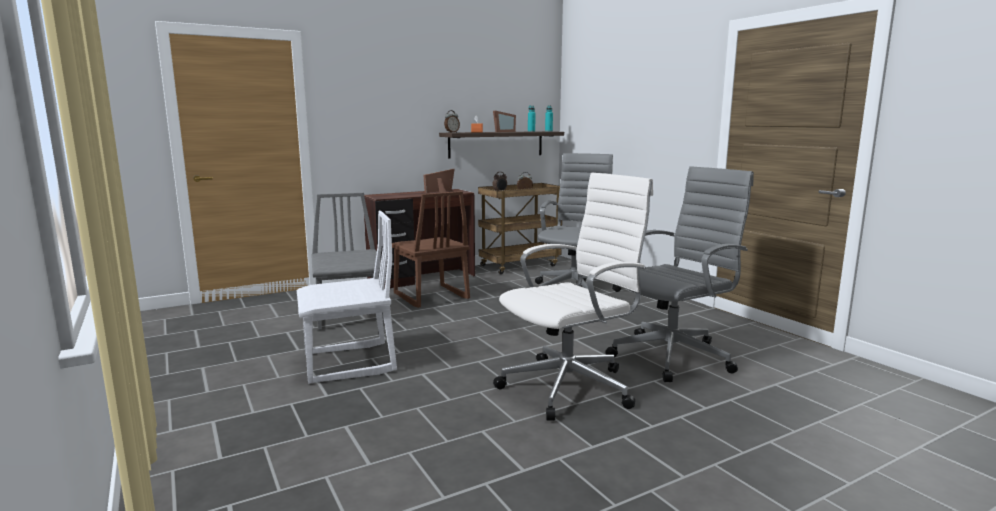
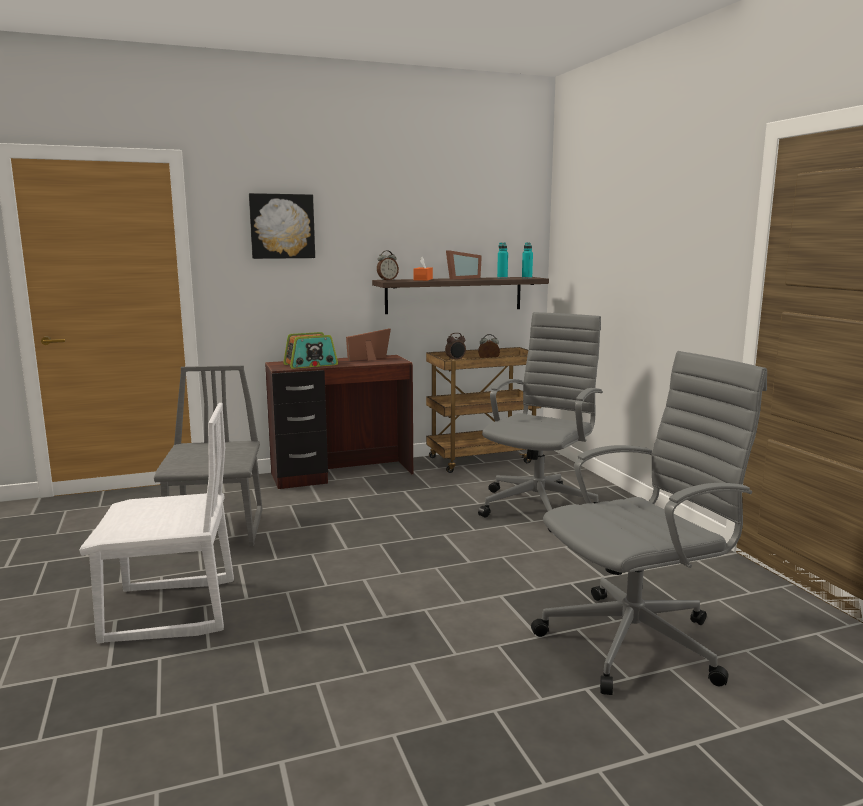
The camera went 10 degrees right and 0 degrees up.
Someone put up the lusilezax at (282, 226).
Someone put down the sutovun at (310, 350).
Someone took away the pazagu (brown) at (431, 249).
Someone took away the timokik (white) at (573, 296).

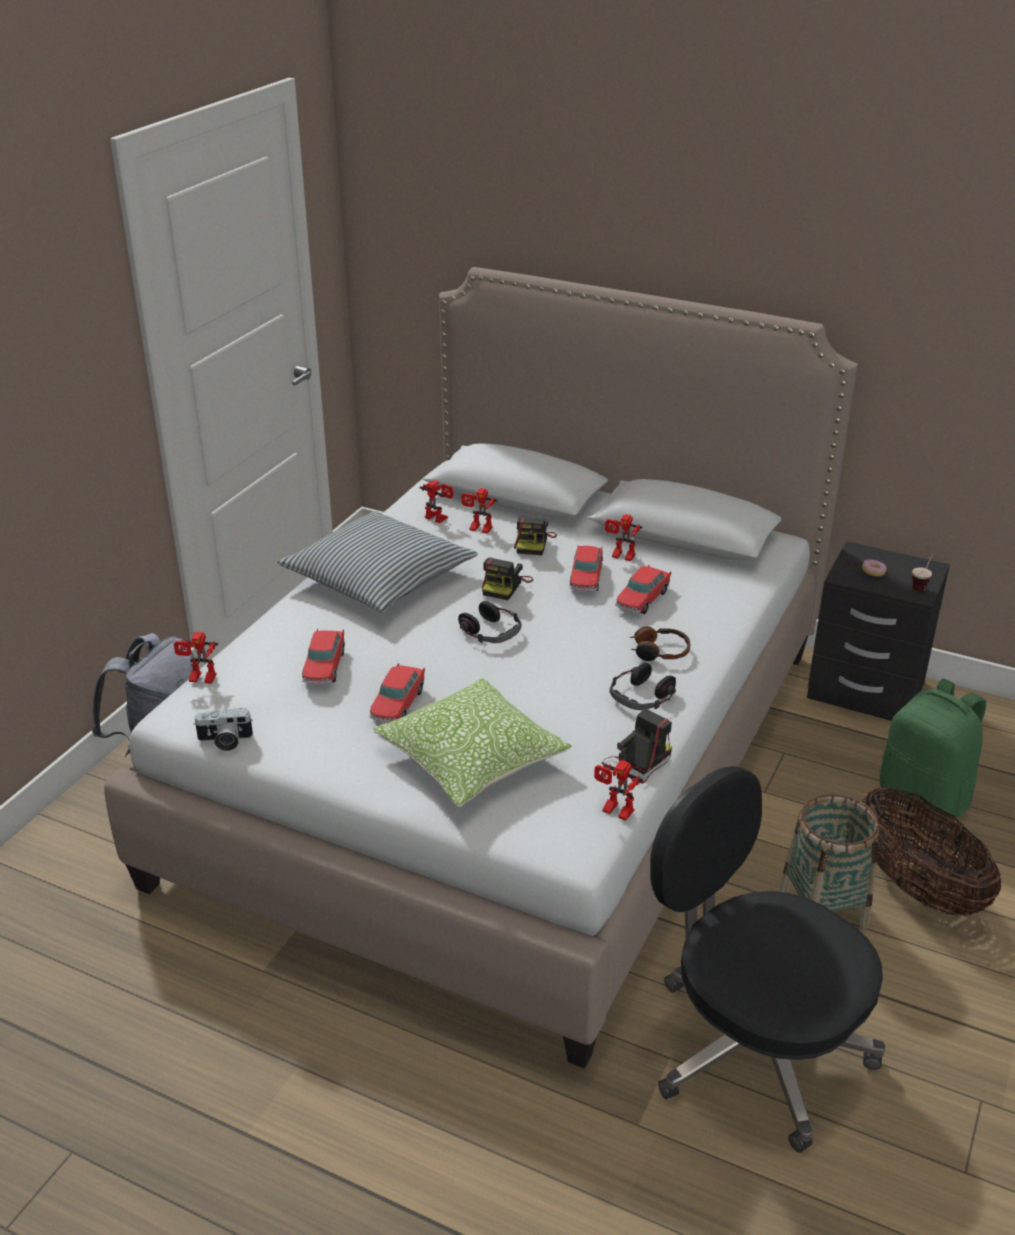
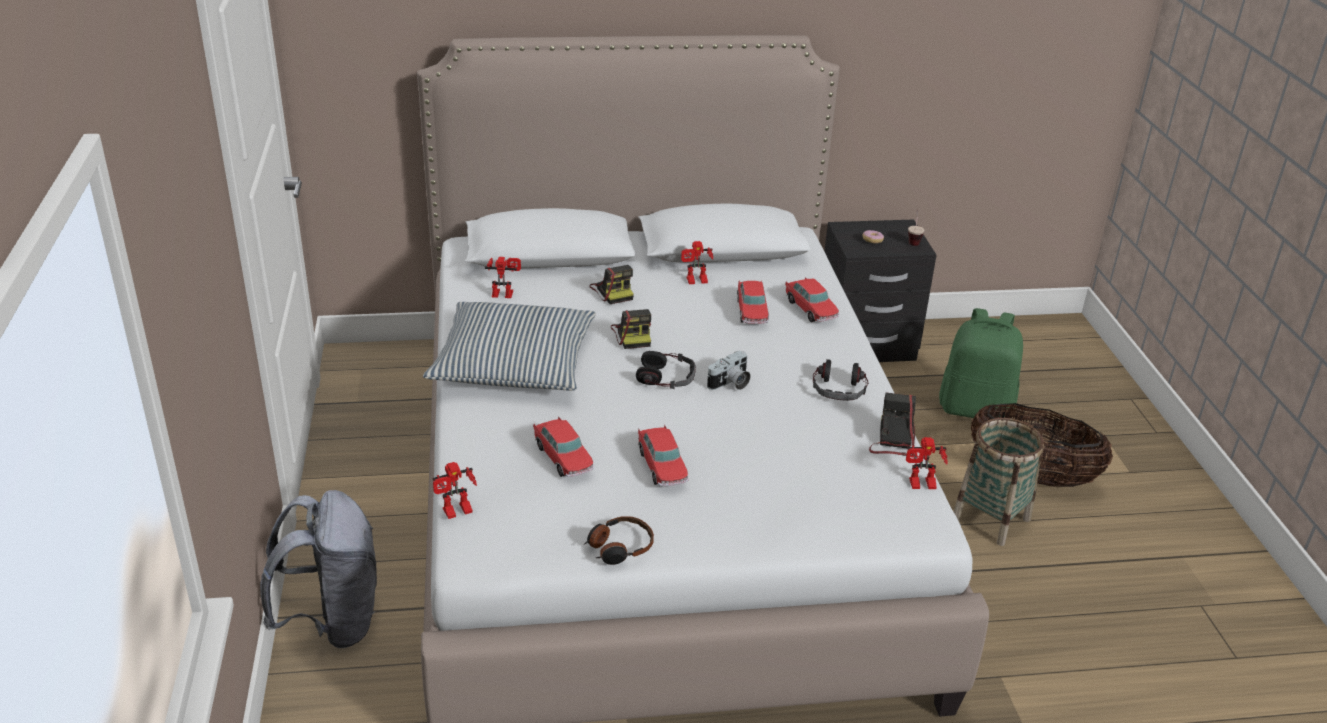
The camera went 35 degrees left and 0 degrees up.
Someone carried the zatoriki from (660, 643) to (619, 540).
Someone carried the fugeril from (223, 729) to (729, 370).
Someone carried the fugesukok from (586, 568) to (812, 299).
Someone took away the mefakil at (472, 742).
Someone took away the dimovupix at (479, 511).
Someone took away the timokik (black) at (768, 959).

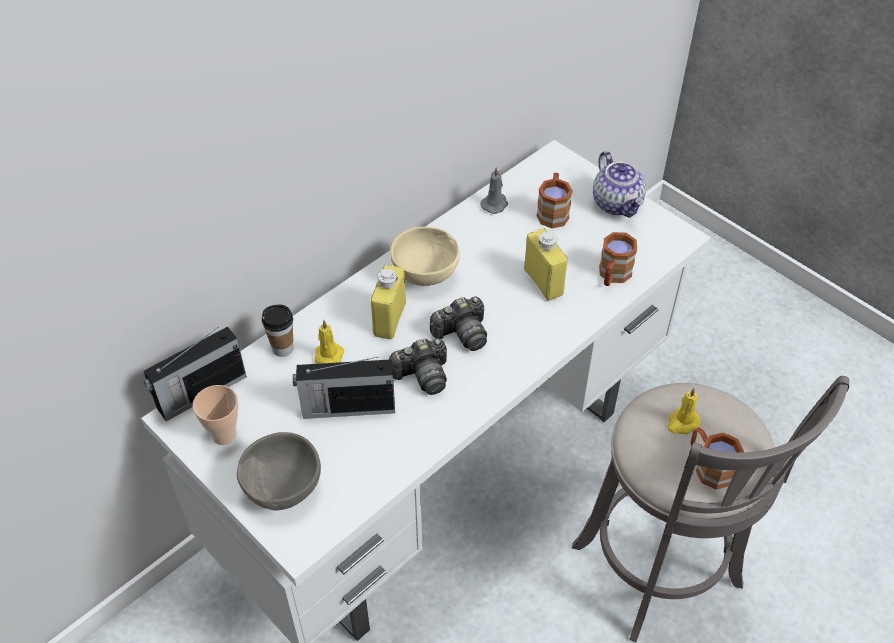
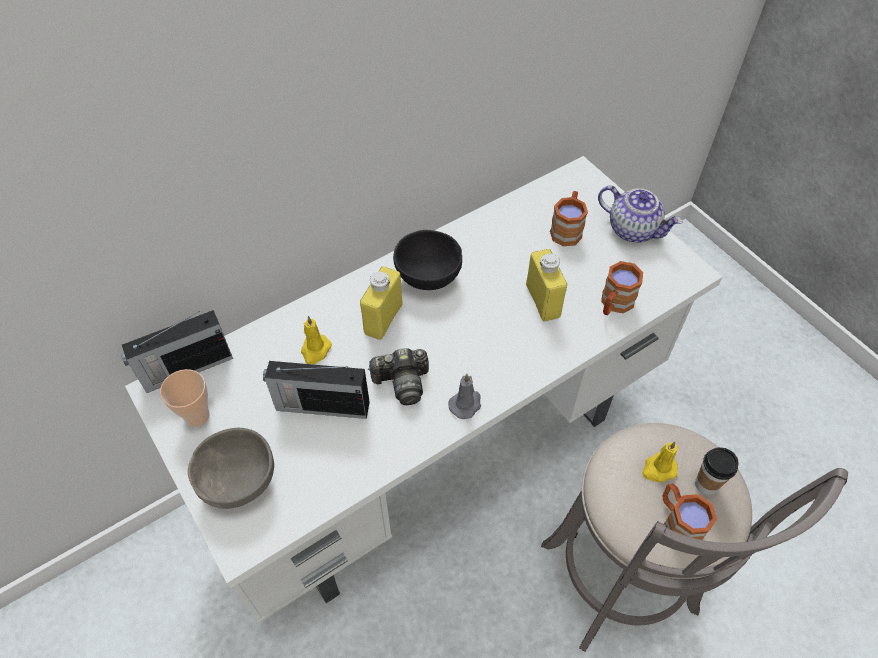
The camera went 10 degrees right and 5 degrees up.
Someone repainted the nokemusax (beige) at (425, 256), which became the nokemusax (black) at (427, 260).
Someone carried the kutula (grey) from (494, 190) to (464, 396).
Someone rotated the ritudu at (619, 184) by 45 degrees counterclockwise.
Someone carried the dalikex from (278, 330) to (716, 471).
Someone took away the fugeril at (458, 323).

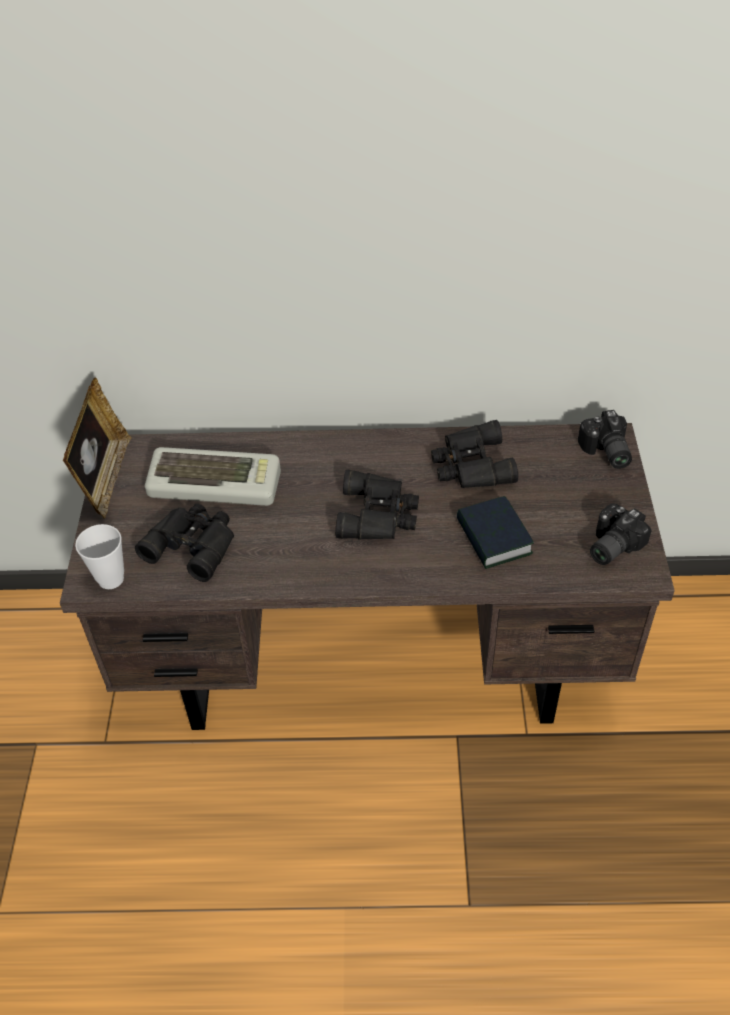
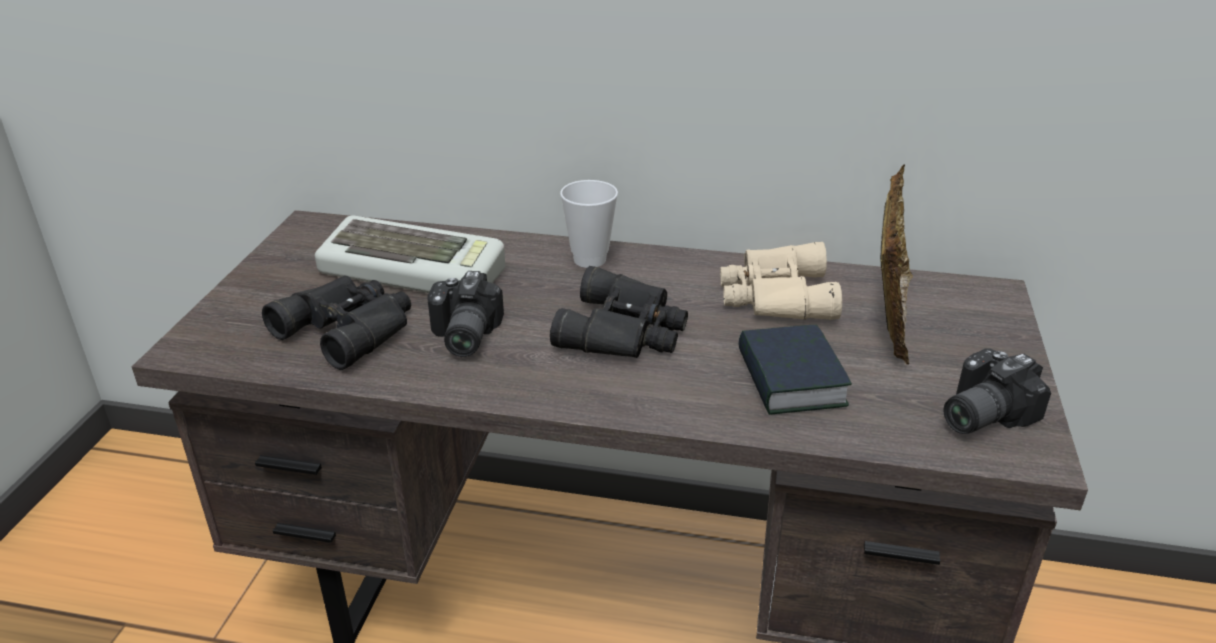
The camera went 10 degrees right and 15 degrees down.
Someone carried the fugeril from (605, 439) to (465, 314).
Someone carried the dalikex from (99, 556) to (589, 224).
Someone repainted the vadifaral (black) at (474, 454), which became the vadifaral (beige) at (781, 281).
Someone carried the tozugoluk from (97, 448) to (896, 264).

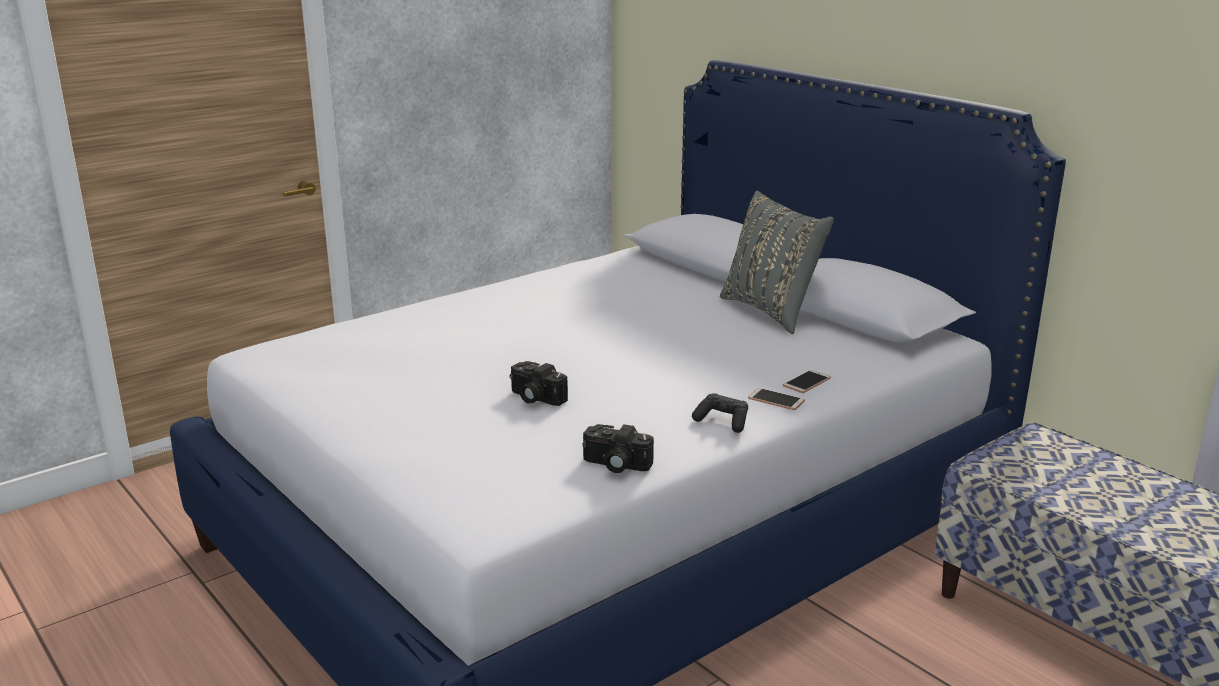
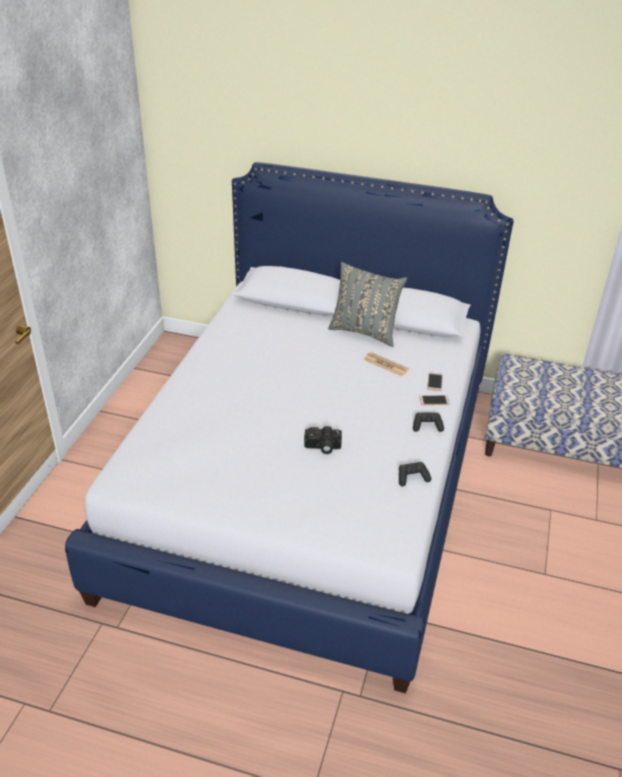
The camera went 35 degrees left and 15 degrees up.
Someone put down the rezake at (386, 364).
Someone swapped the fugeril at (618, 448) for the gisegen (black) at (415, 474).

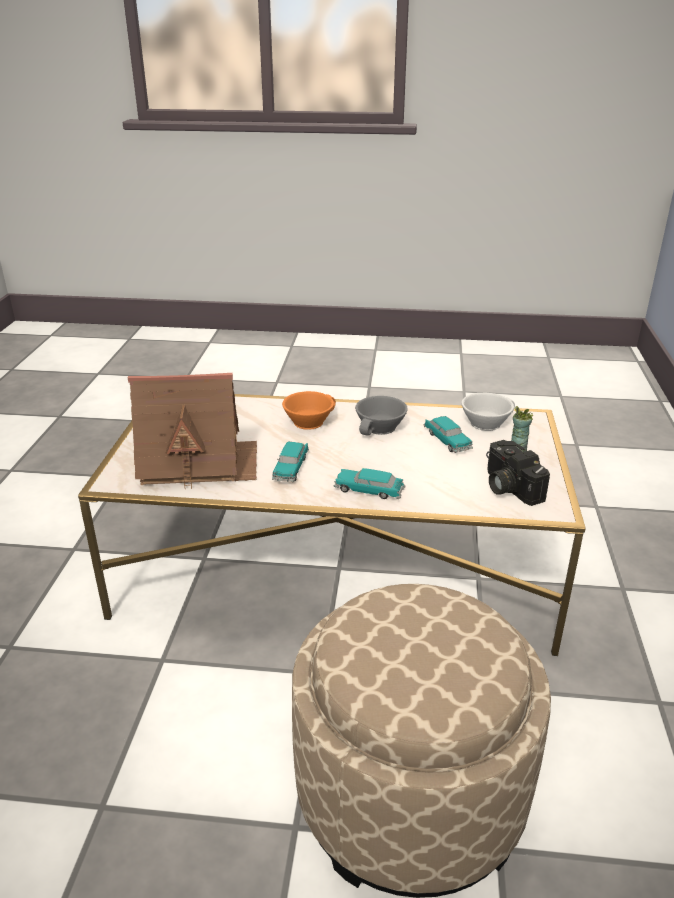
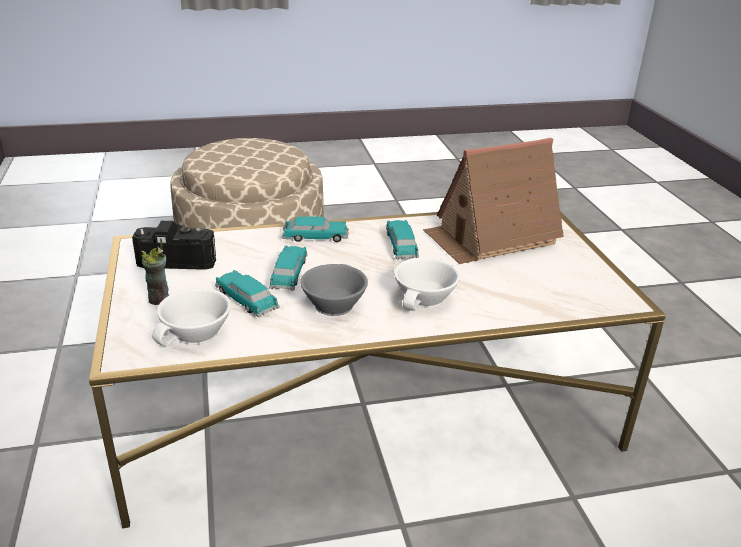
The camera went 160 degrees right and 0 degrees up.
Someone rotated the fugeril at (518, 473) by 45 degrees counterclockwise.
Someone put down the fugesukok at (288, 268).
Someone repainted the dalikex (orange) at (309, 410), which became the dalikex (white) at (427, 284).

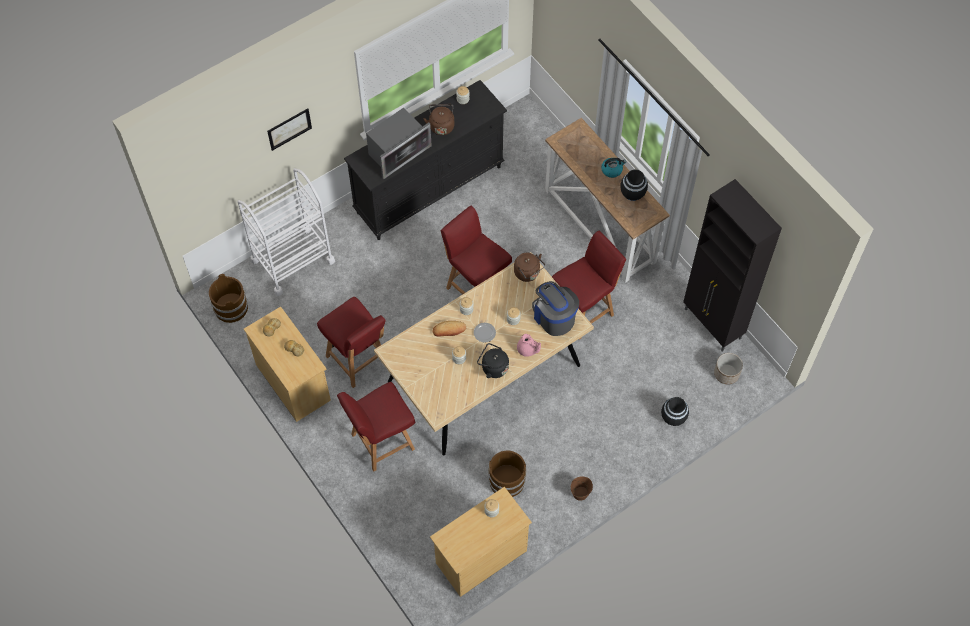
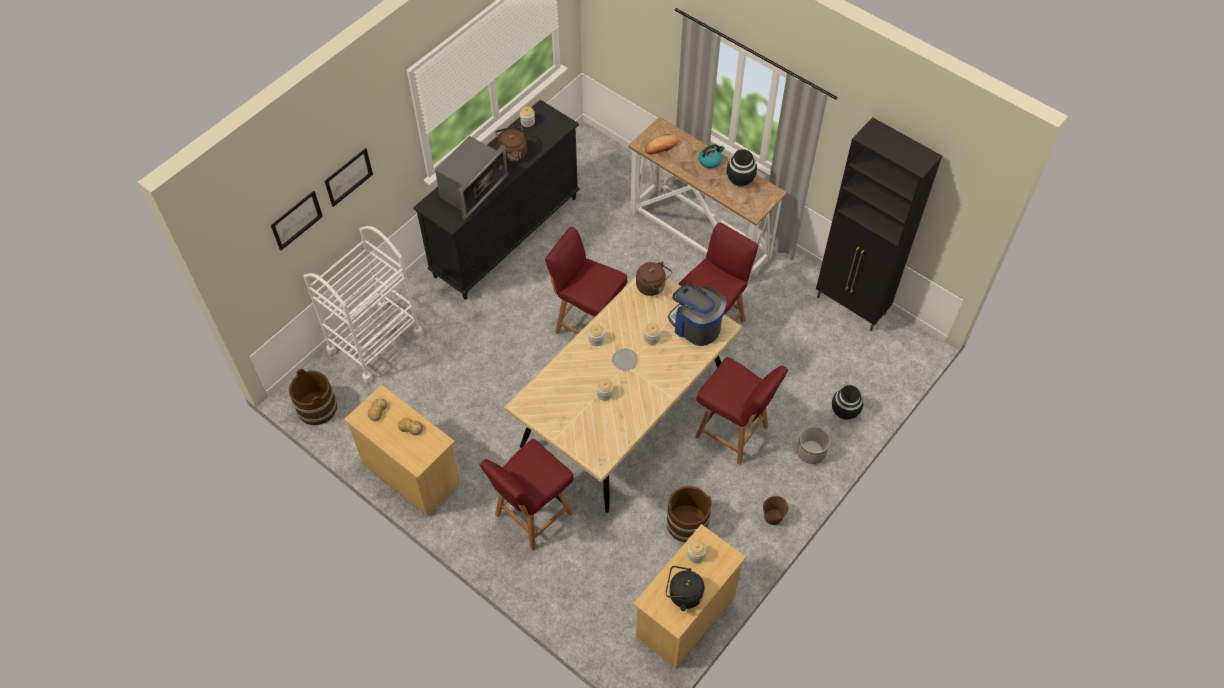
The camera went 15 degrees left and 5 degrees down.
Someone put up the lusilezax at (297, 220).
Someone carried the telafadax from (450, 328) to (662, 144).
Someone carried the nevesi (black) from (493, 360) to (685, 588).
Someone carried the pazagu (red) from (351, 342) to (741, 411).
Someone carried the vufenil from (728, 369) to (813, 445).
Someone took away the ritudu (pink) at (529, 345).

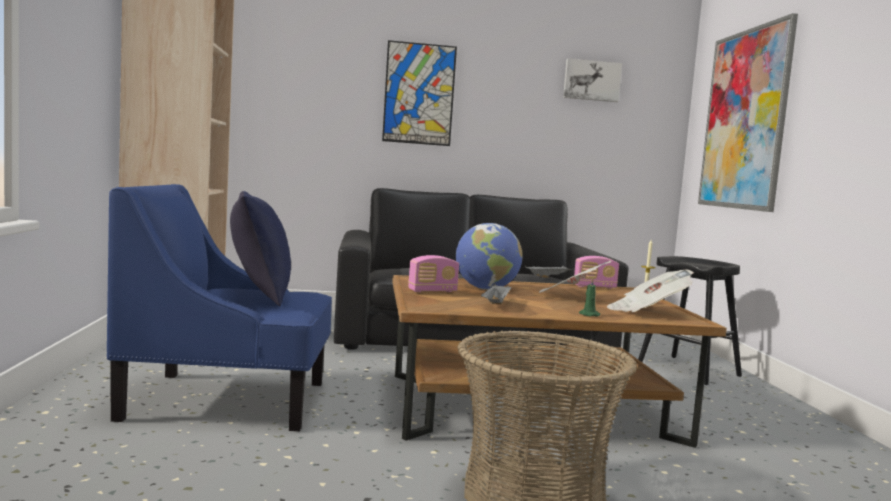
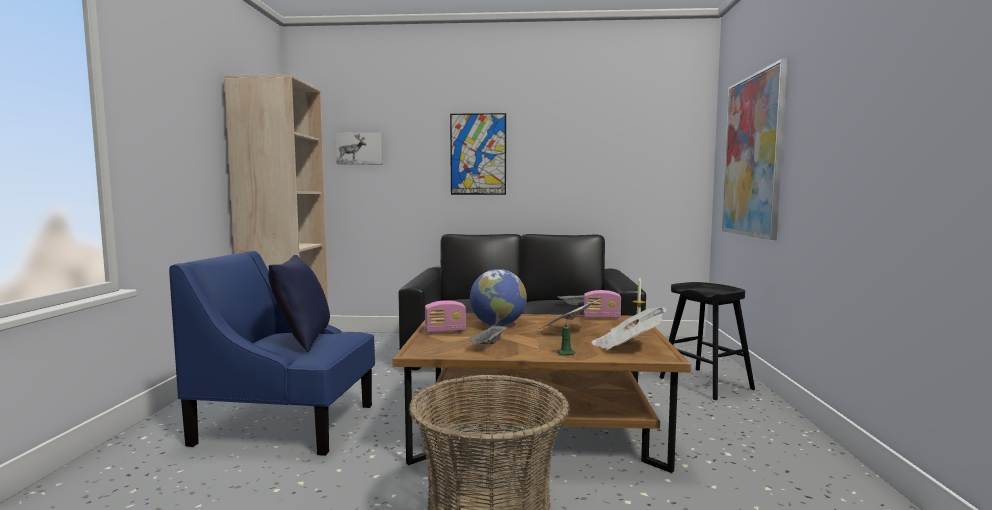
The camera went 10 degrees right and 0 degrees up.
Someone carried the lusilezax from (592, 80) to (359, 148).

